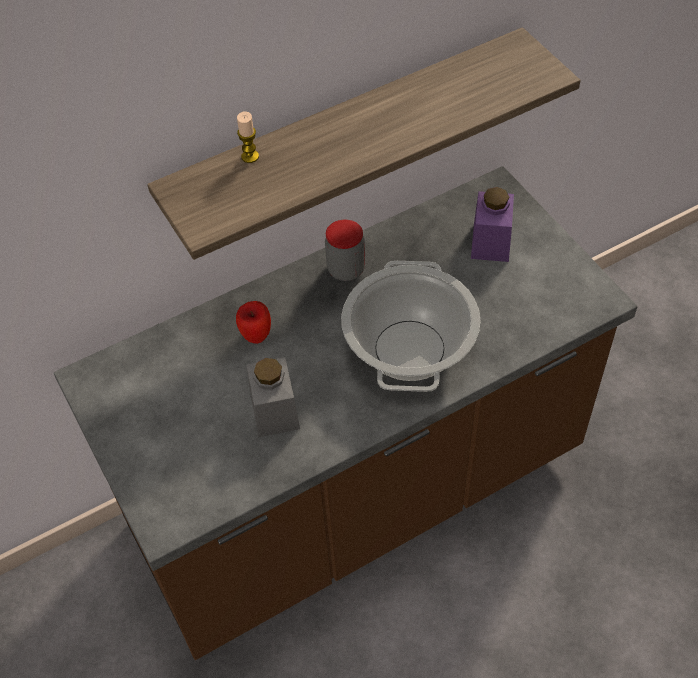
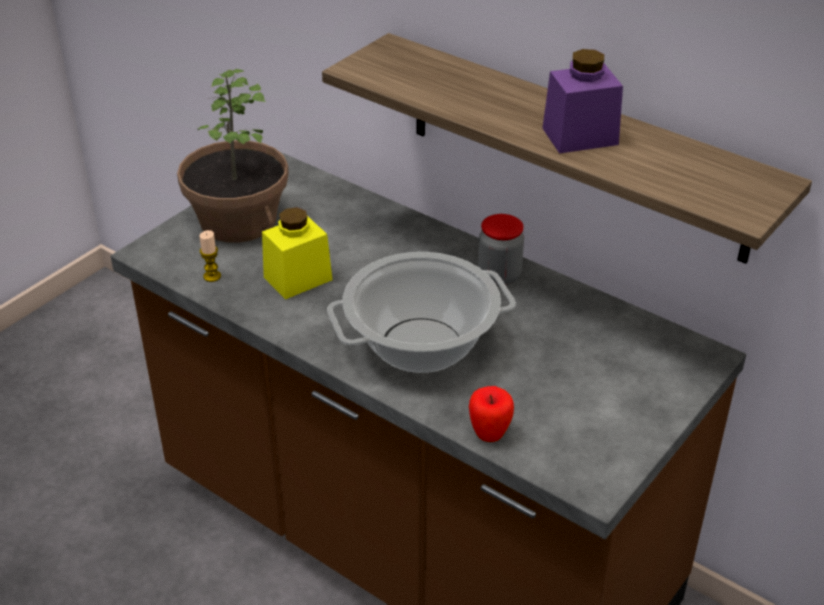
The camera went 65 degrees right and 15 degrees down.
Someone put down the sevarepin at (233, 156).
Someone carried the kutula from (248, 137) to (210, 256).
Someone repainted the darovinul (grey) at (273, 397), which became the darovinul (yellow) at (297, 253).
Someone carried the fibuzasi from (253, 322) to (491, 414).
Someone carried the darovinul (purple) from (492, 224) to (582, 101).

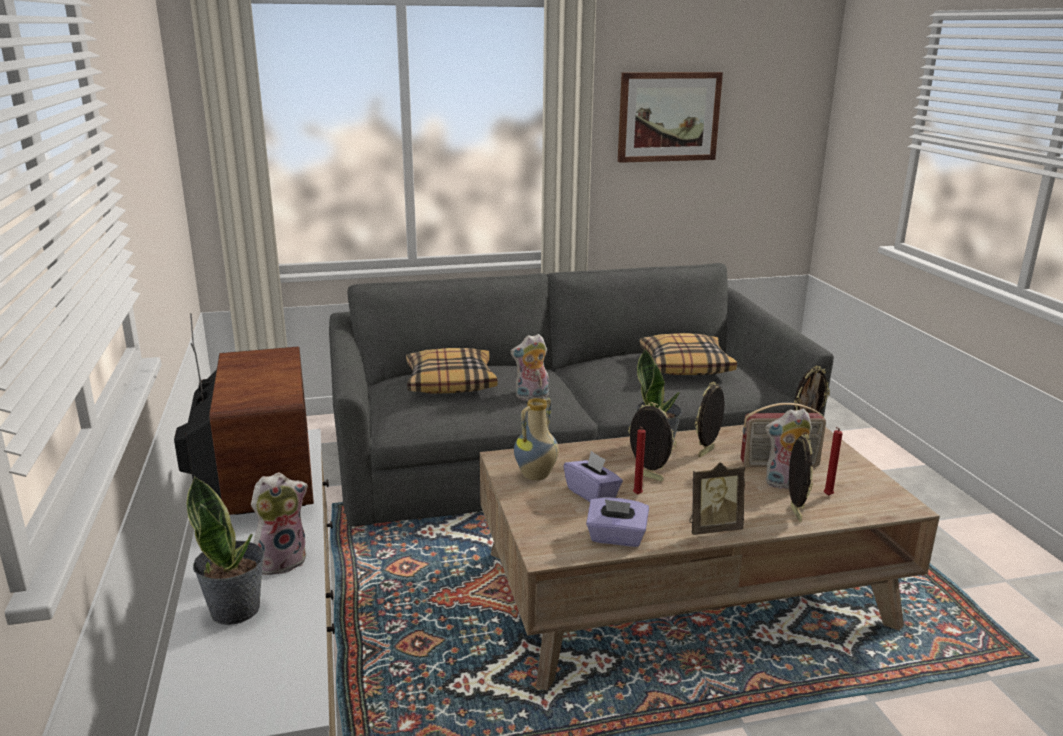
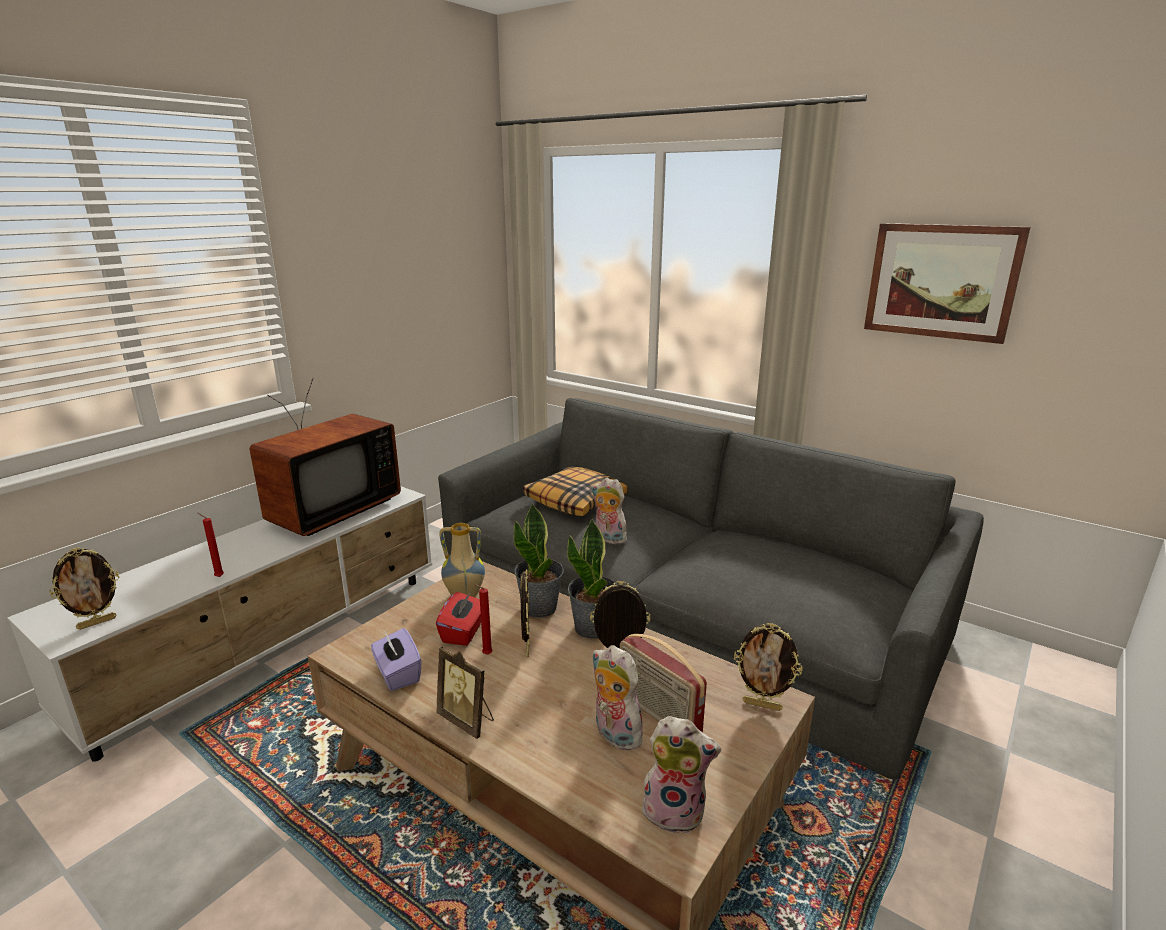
The camera went 50 degrees right and 0 degrees up.
Someone carried the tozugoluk from (801, 478) to (84, 589).
Someone carried the kutula (red) from (833, 461) to (211, 545).
Someone repainted the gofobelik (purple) at (593, 476), which became the gofobelik (red) at (458, 619).
Someone carried the sevarepin from (225, 550) to (539, 560).
Someone carried the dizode from (279, 523) to (681, 775).
Someone took away the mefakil at (688, 354).

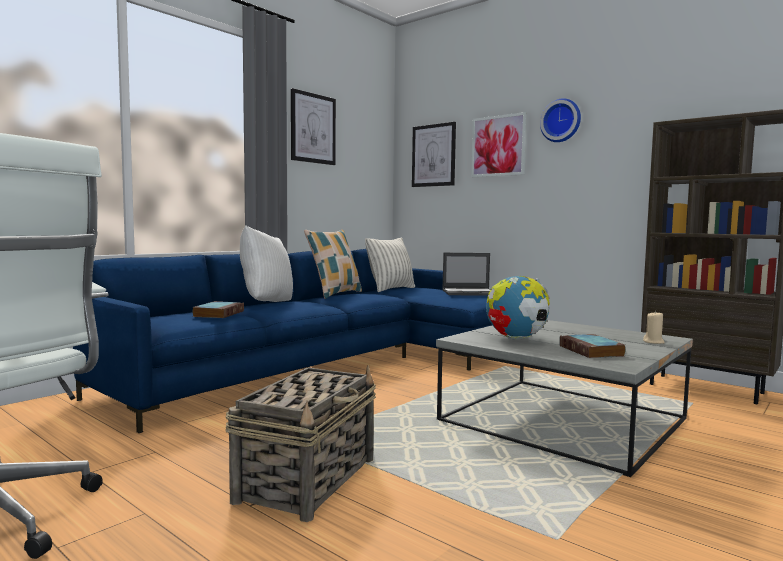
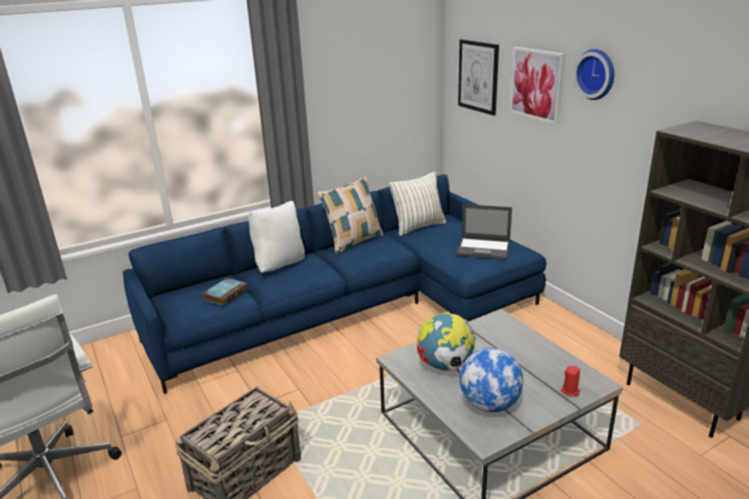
The camera went 20 degrees right and 20 degrees up.
Someone swapped the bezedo at (592, 346) for the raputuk at (491, 380).
Someone repainted the kutula (beige) at (654, 327), which became the kutula (red) at (570, 381).
Someone took away the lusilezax at (313, 126).

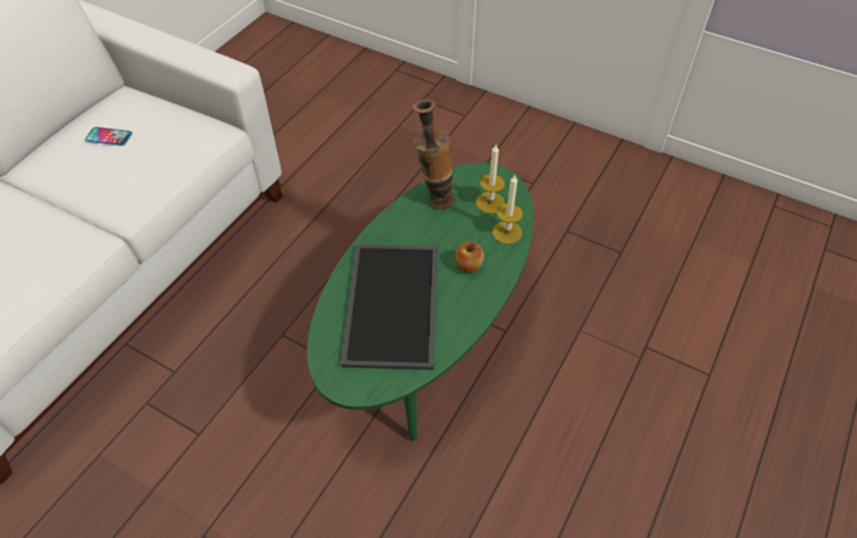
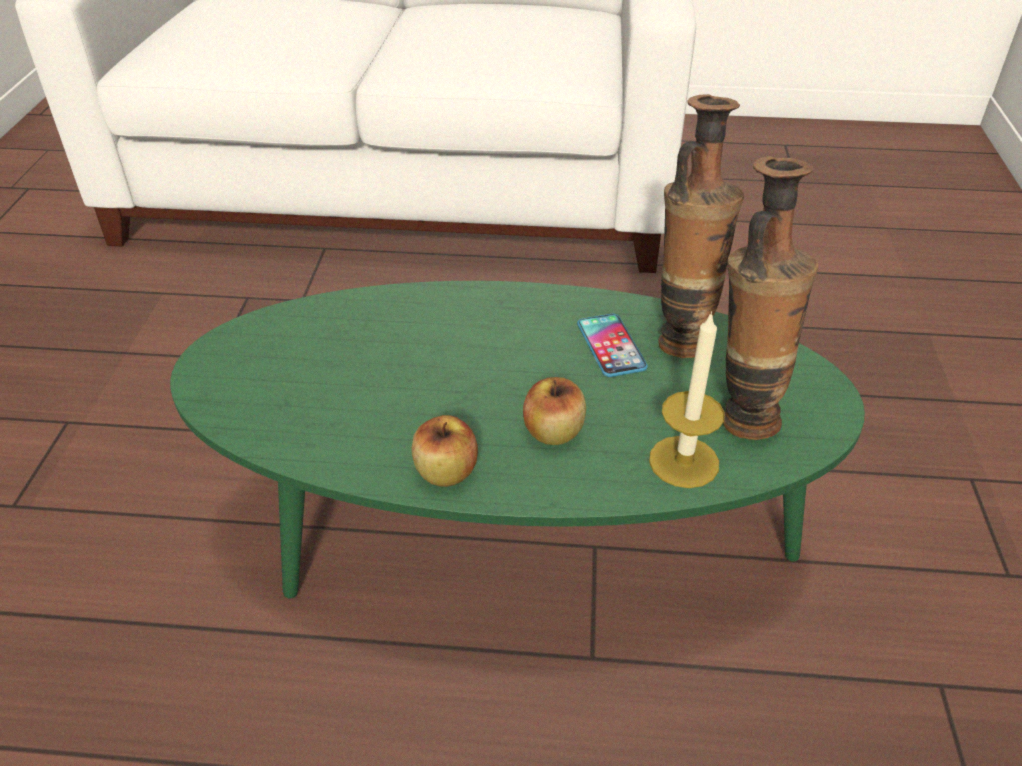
The camera went 65 degrees right and 10 degrees down.
Someone put down the fibuzasi at (445, 451).
Someone carried the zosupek from (108, 136) to (612, 345).
Someone swapped the kutula at (490, 179) for the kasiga at (770, 298).
Someone took away the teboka at (389, 307).

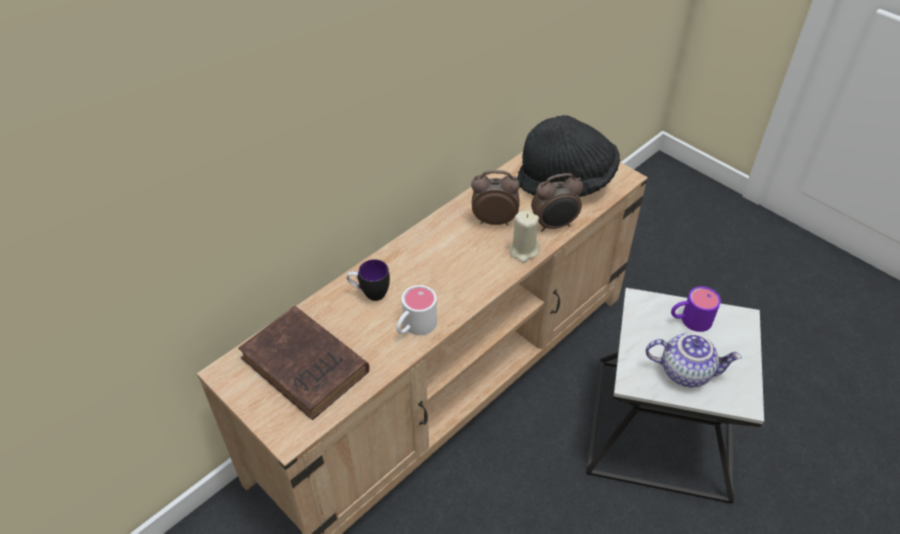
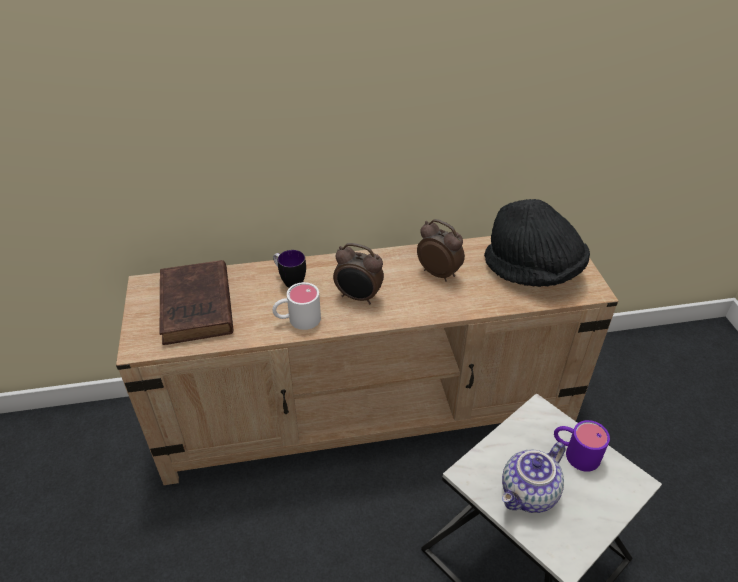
The camera went 35 degrees right and 5 degrees down.
Someone carried the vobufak from (557, 202) to (358, 273).
Someone rotated the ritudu at (694, 360) by 90 degrees clockwise.
Someone took away the kutula (beige) at (525, 236).

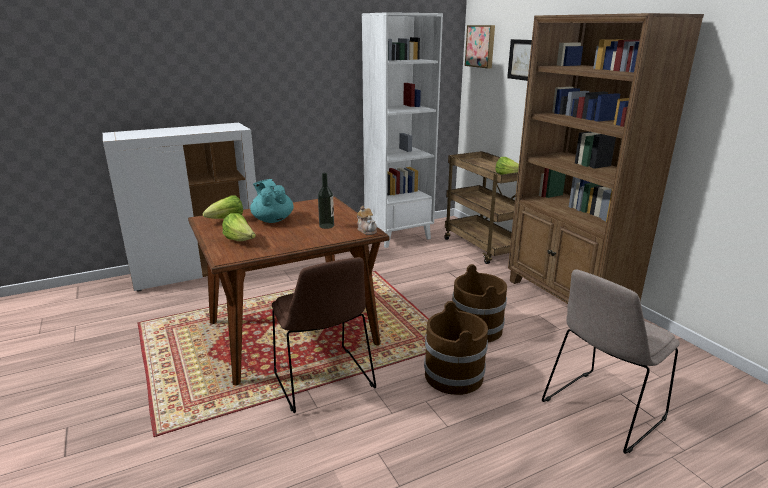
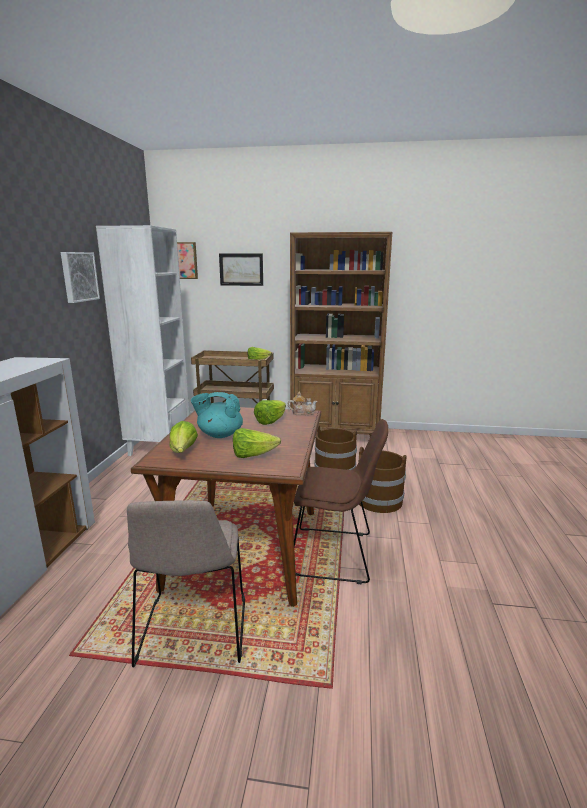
The camera went 55 degrees left and 5 degrees down.
Someone put up the lusilezax at (80, 277).
Someone carried the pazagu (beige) from (611, 361) to (186, 584).
Someone swapped the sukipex at (326, 201) for the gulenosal at (270, 412).

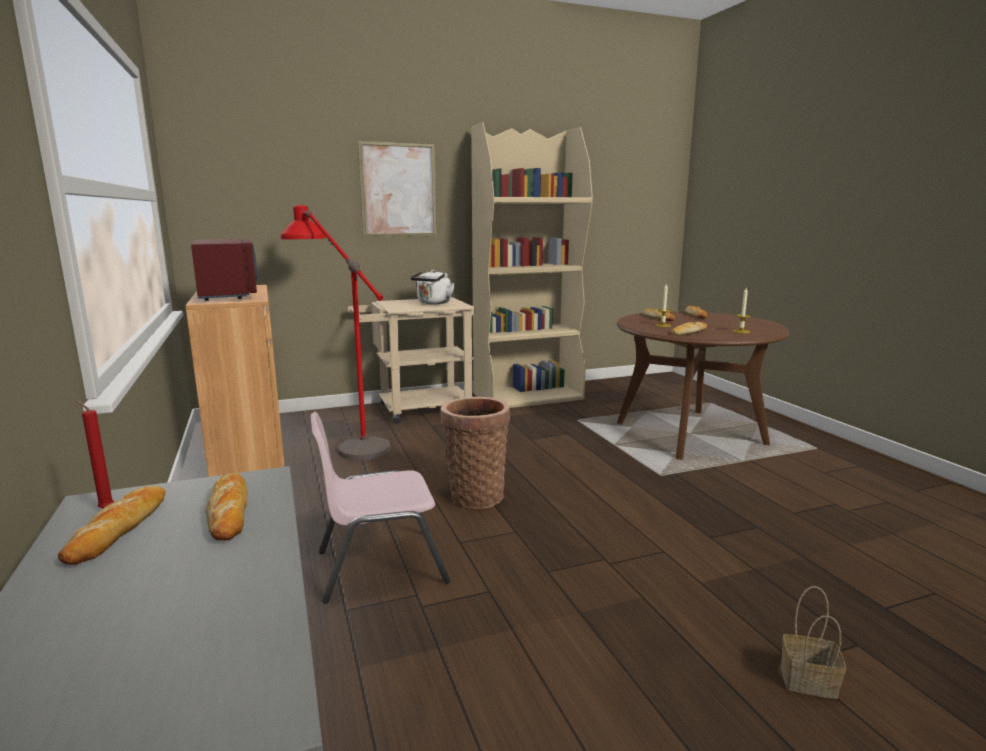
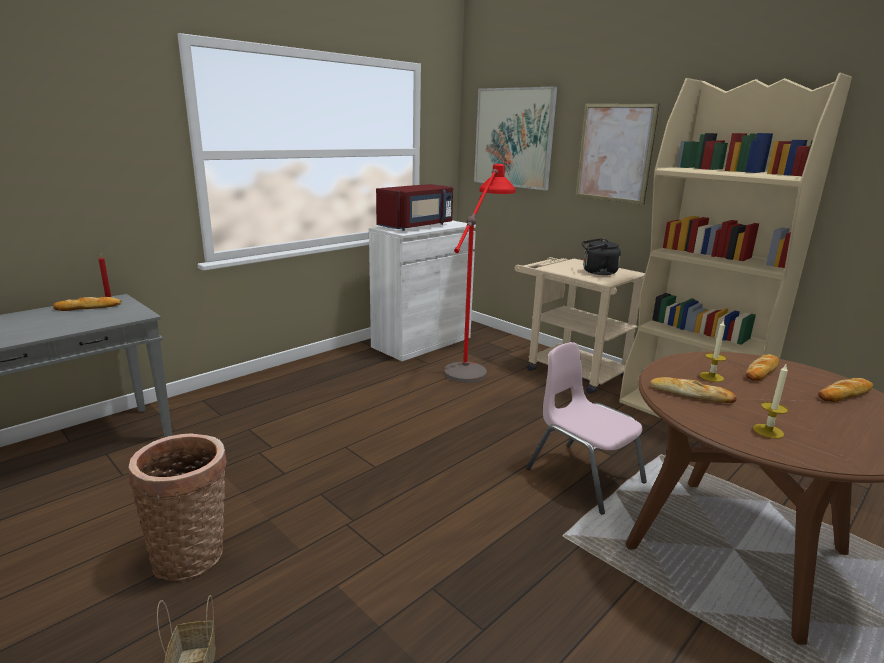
The camera went 65 degrees right and 5 degrees up.
Someone carried the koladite from (475, 453) to (177, 507).
Someone repainted the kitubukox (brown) at (235, 381), which became the kitubukox (white) at (422, 290).
Someone put up the lusilezax at (515, 138).
Someone carried the pazagu (pink) from (380, 507) to (586, 428).
Someone repainted the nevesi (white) at (432, 287), which became the nevesi (black) at (601, 256).
Someone took away the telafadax at (226, 507).

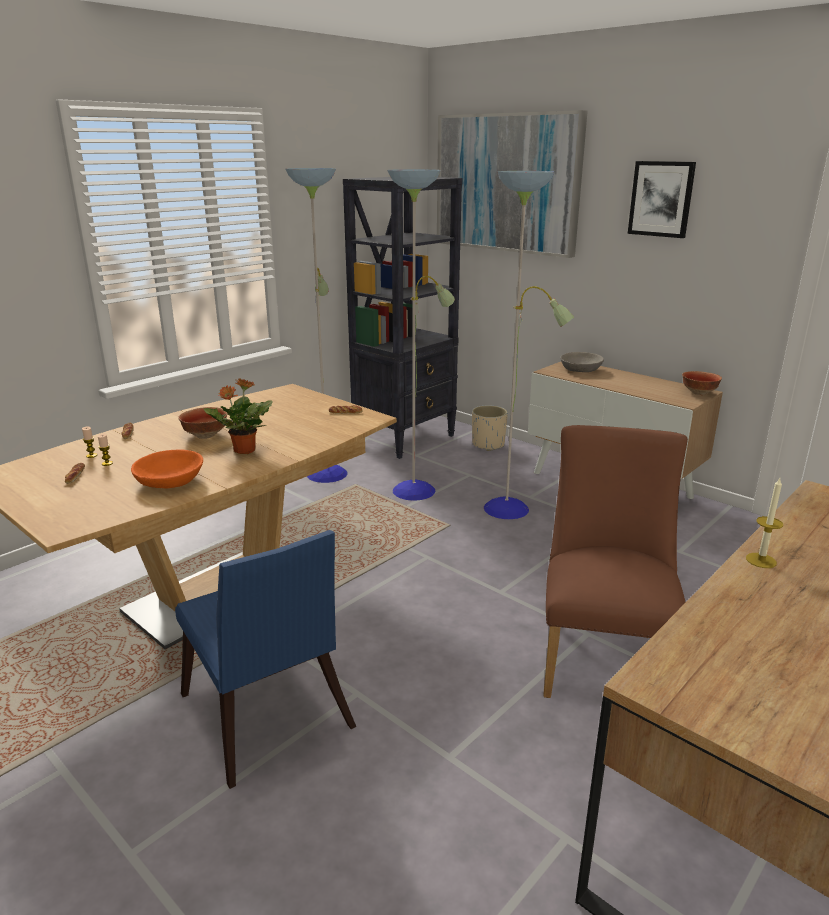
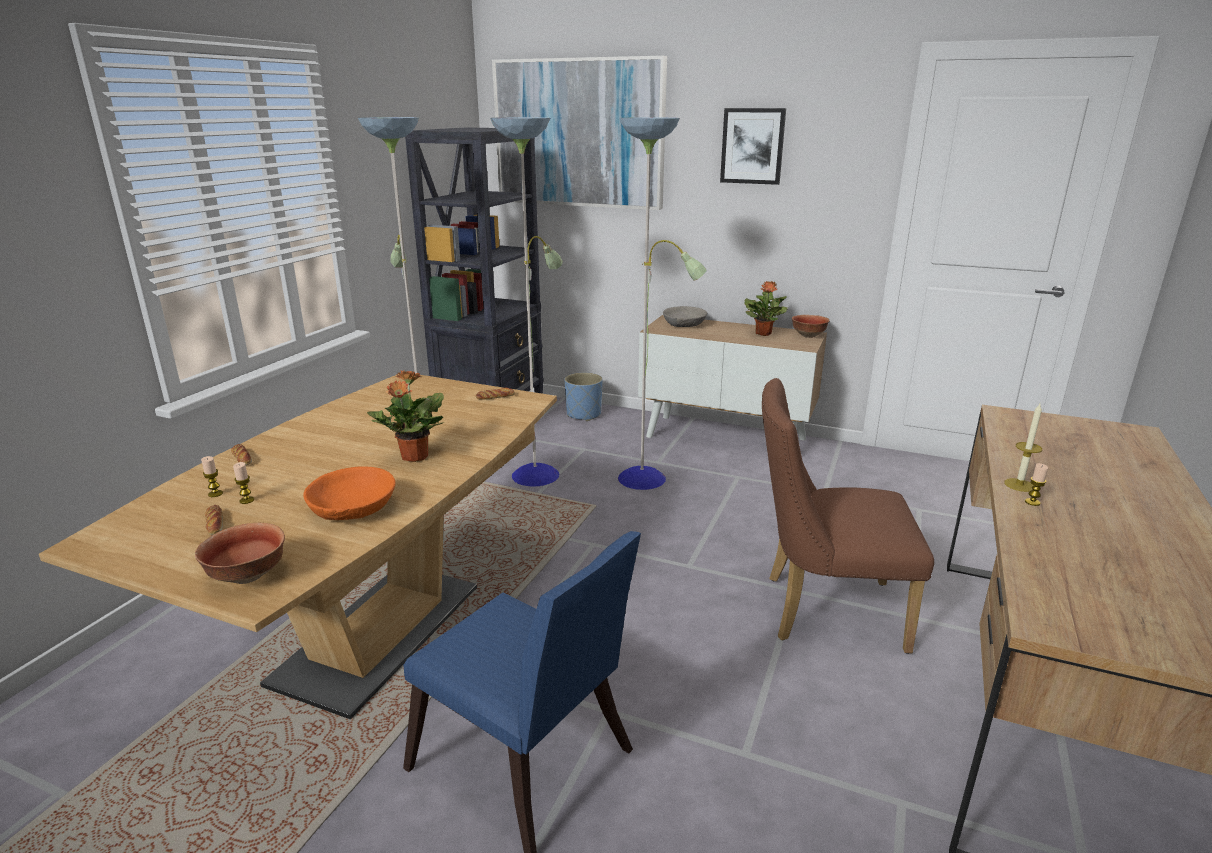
The camera went 20 degrees left and 0 degrees up.
Someone carried the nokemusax from (202, 423) to (240, 553).
Someone repainted the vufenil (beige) at (490, 428), which became the vufenil (blue) at (583, 397).
Someone put down the sevarepin at (766, 308).
Someone rotated the pazagu (brown) at (615, 561) by 75 degrees counterclockwise.
Someone put down the kutula at (1036, 484).

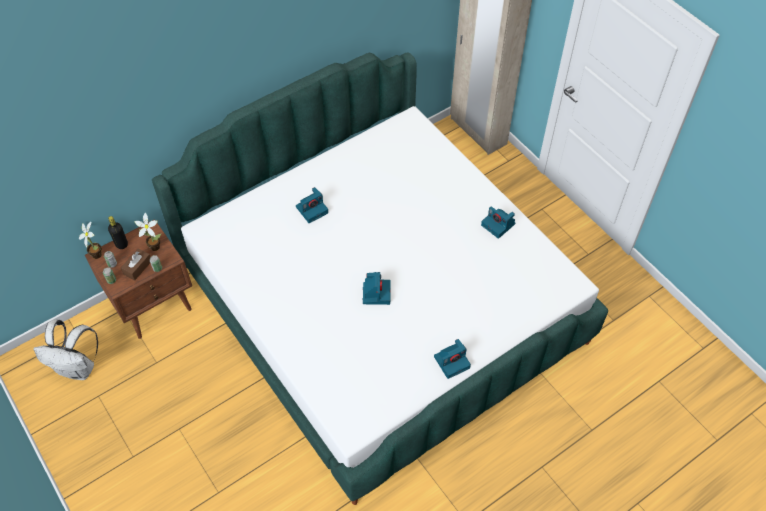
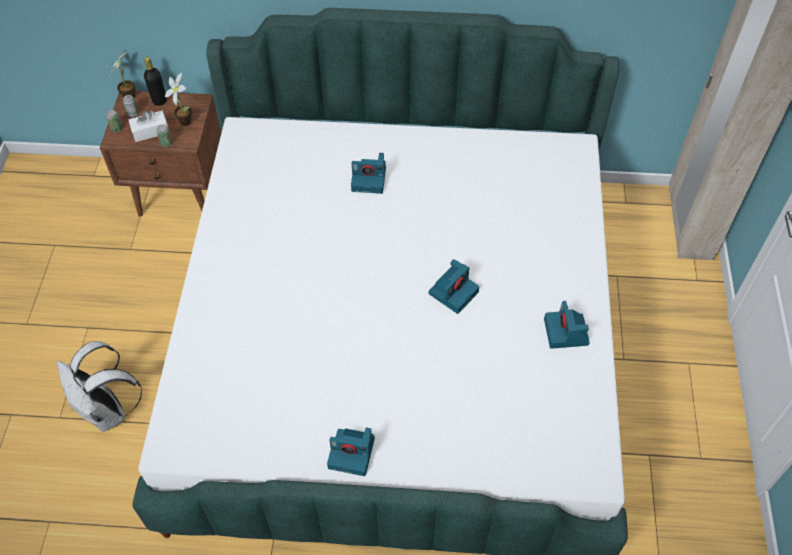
The camera went 40 degrees right and 0 degrees up.
Someone carried the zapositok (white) from (65, 349) to (99, 386).
Someone repainted the gofobelik (brown) at (135, 264), which became the gofobelik (white) at (148, 126).
Someone carried the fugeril from (376, 288) to (453, 286).

